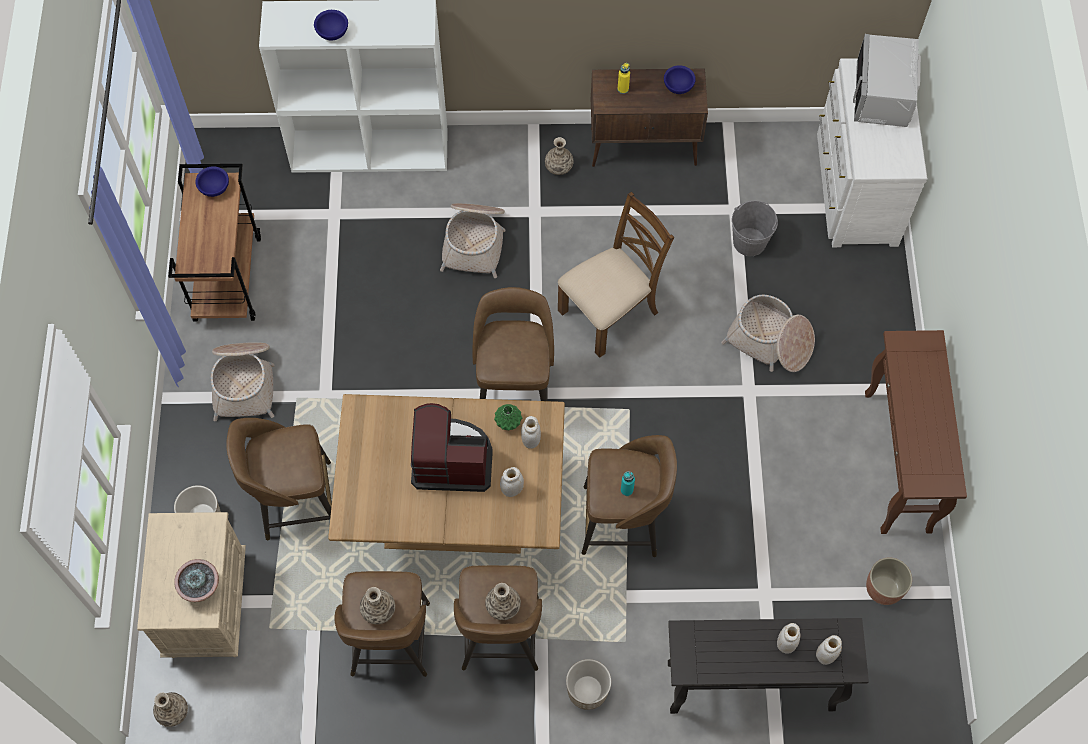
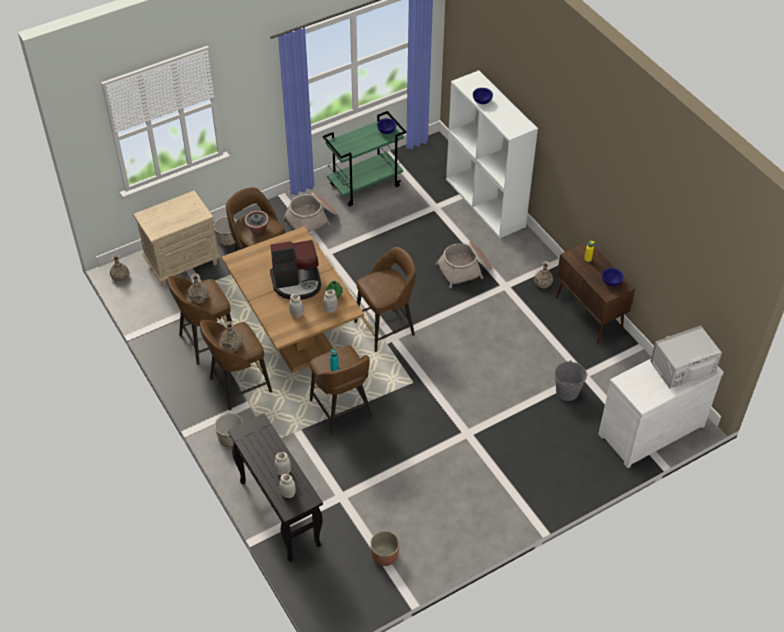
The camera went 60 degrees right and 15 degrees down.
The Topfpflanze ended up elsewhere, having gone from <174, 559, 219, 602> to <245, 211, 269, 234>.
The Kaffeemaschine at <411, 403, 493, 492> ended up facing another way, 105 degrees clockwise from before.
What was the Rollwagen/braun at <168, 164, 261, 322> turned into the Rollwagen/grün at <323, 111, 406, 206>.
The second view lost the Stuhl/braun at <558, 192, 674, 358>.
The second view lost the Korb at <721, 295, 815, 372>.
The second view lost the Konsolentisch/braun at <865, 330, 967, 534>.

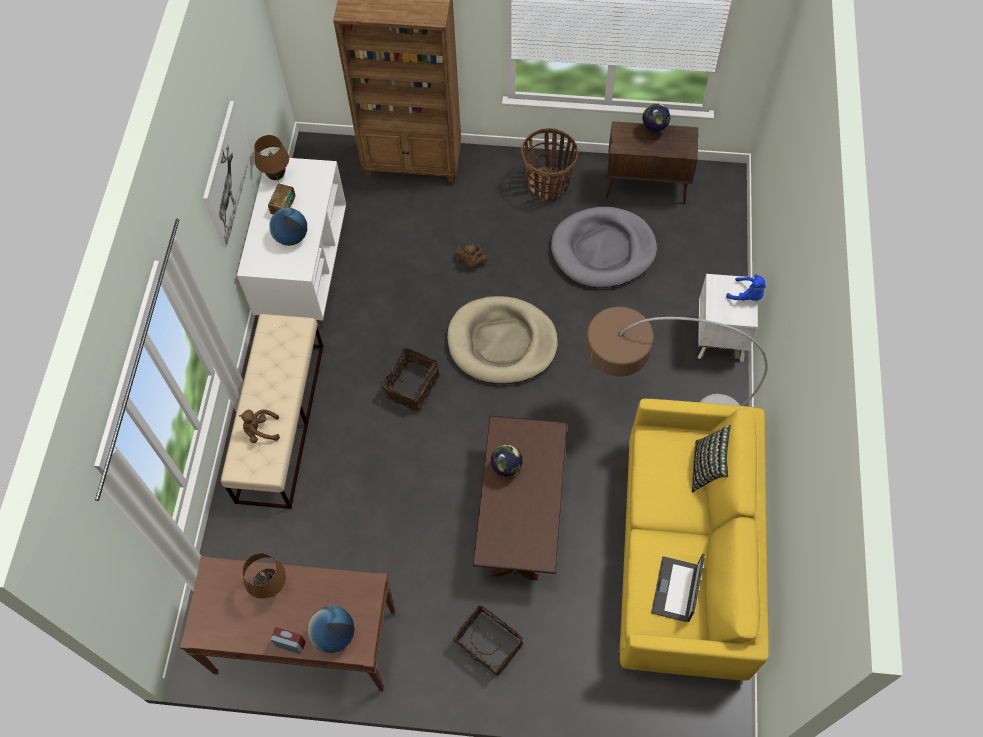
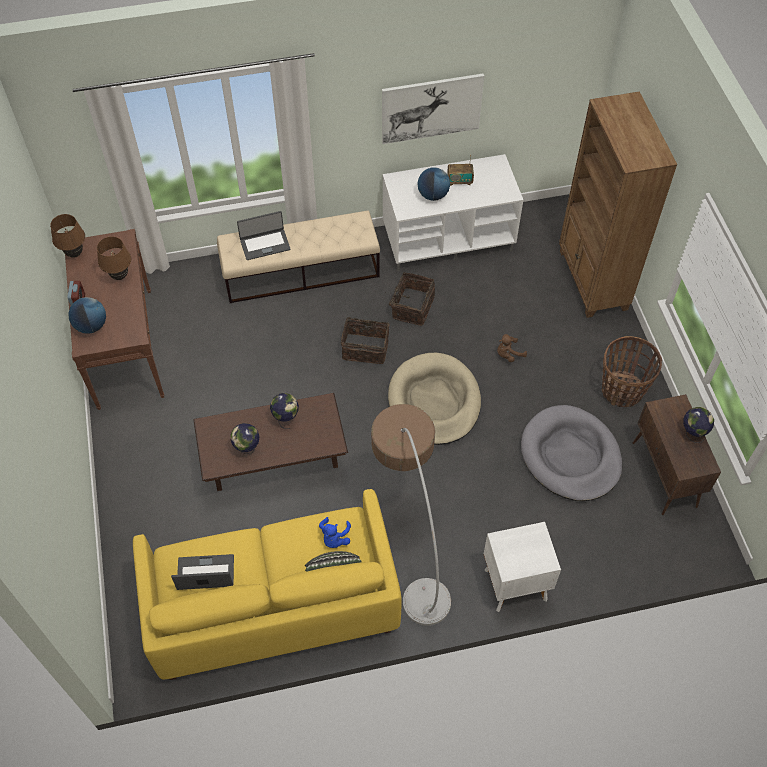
The camera went 70 degrees right and 5 degrees down.
The Tischlampe/braun ended up elsewhere, having gone from <254, 135, 289, 180> to <50, 214, 85, 258>.
The second view gained the Globus at <230, 423, 259, 454>.
Where the Plüschtier/braun stood at <239, 409, 280, 443>, the Laptop came to stand at <237, 211, 291, 260>.
The Plüschtier/blau ended up elsewhere, having gone from <726, 275, 766, 300> to <319, 517, 351, 548>.
The Korb ended up elsewhere, having gone from <453, 605, 523, 675> to <389, 272, 435, 326>.

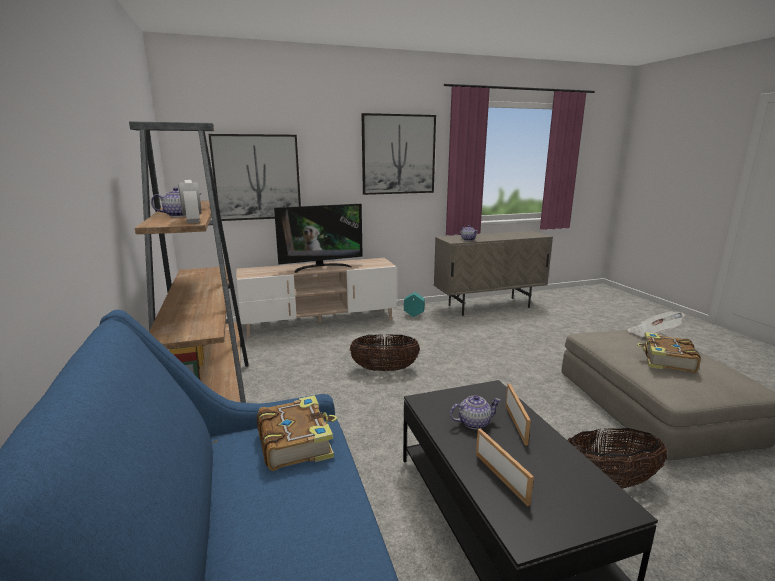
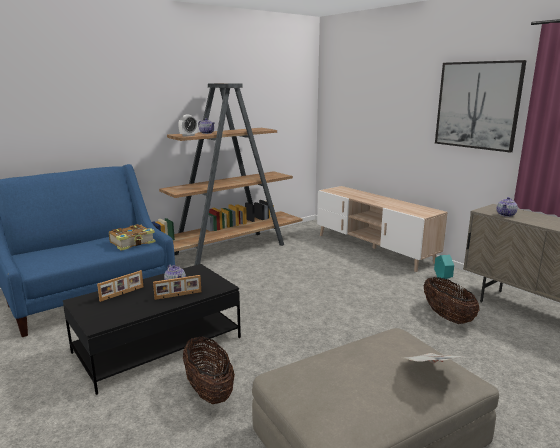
The camera went 70 degrees right and 0 degrees up.
The Korb ended up elsewhere, having gone from <349, 334, 420, 371> to <424, 277, 480, 324>.
The second view lost the Bild at <208, 134, 301, 221>.
The second view lost the Fernseher at <274, 204, 363, 273>.
The second view lost the Buch at <637, 332, 701, 373>.

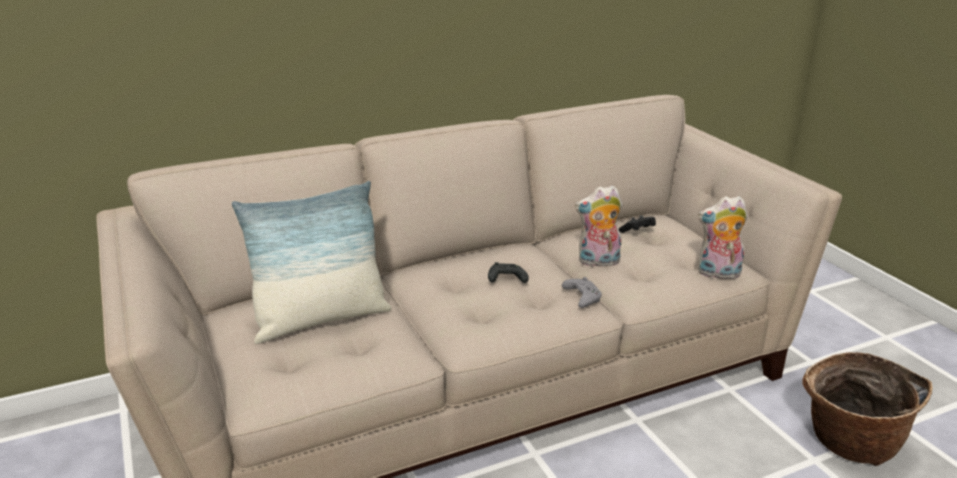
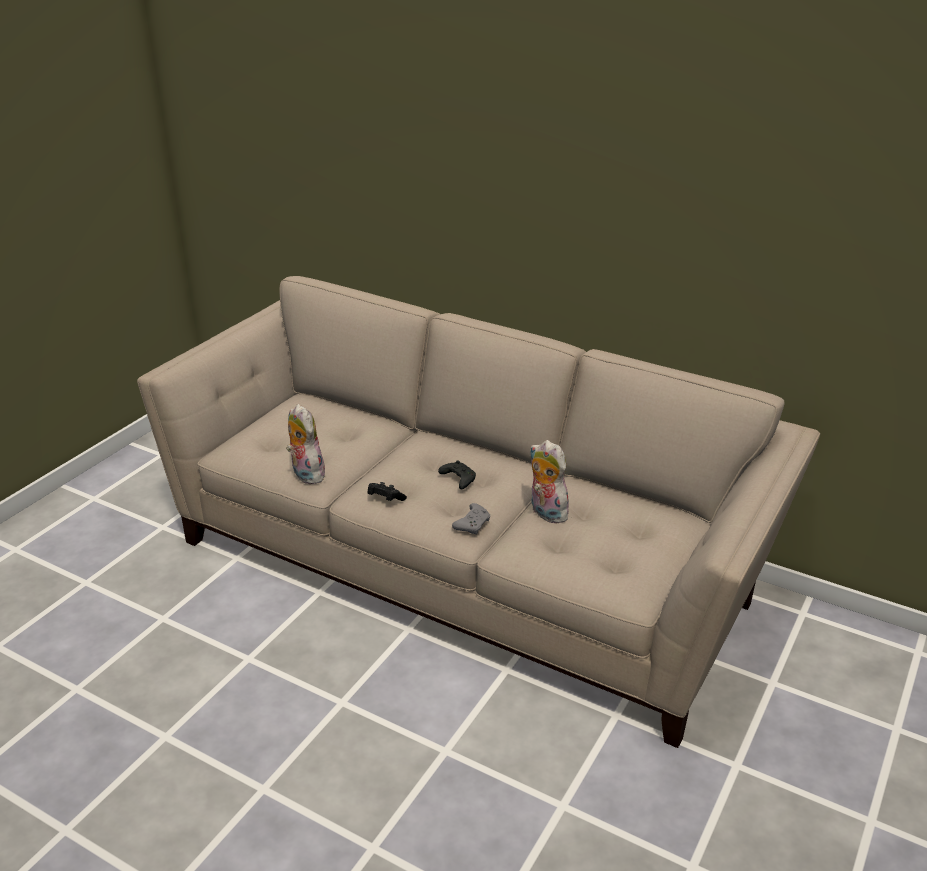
The camera went 55 degrees right and 5 degrees up.
The Plüschtier ended up elsewhere, having gone from <698, 196, 748, 279> to <286, 404, 325, 484>.
The Gamepad/schwarz ended up elsewhere, having gone from <619, 215, 656, 233> to <367, 482, 407, 501>.
The second view lost the Kissen at <231, 181, 391, 344>.
The second view lost the Korb at <802, 352, 933, 466>.

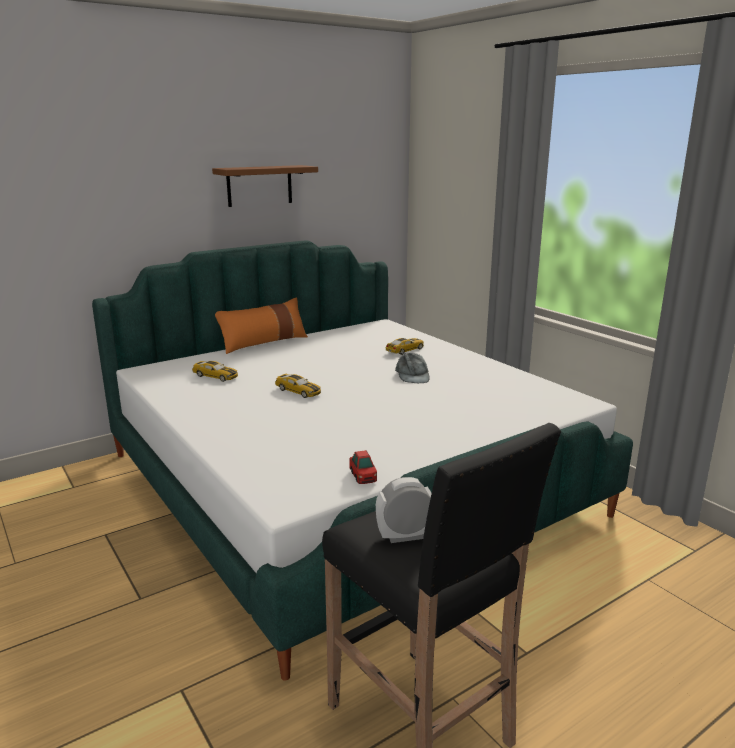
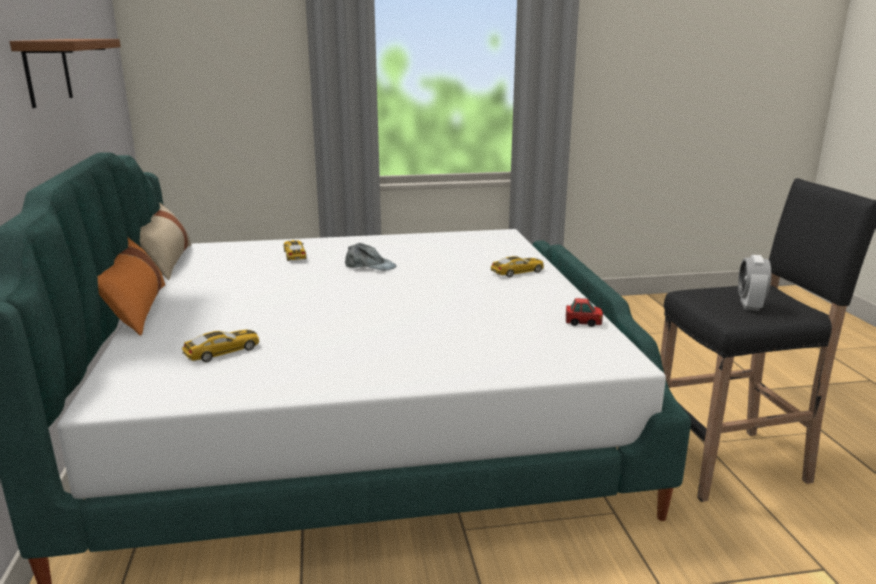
The camera went 65 degrees left and 0 degrees up.
The second view gained the Kissen/beige at <140, 203, 191, 280>.
The Spielzeugauto ended up elsewhere, having gone from <275, 374, 321, 398> to <490, 256, 544, 278>.

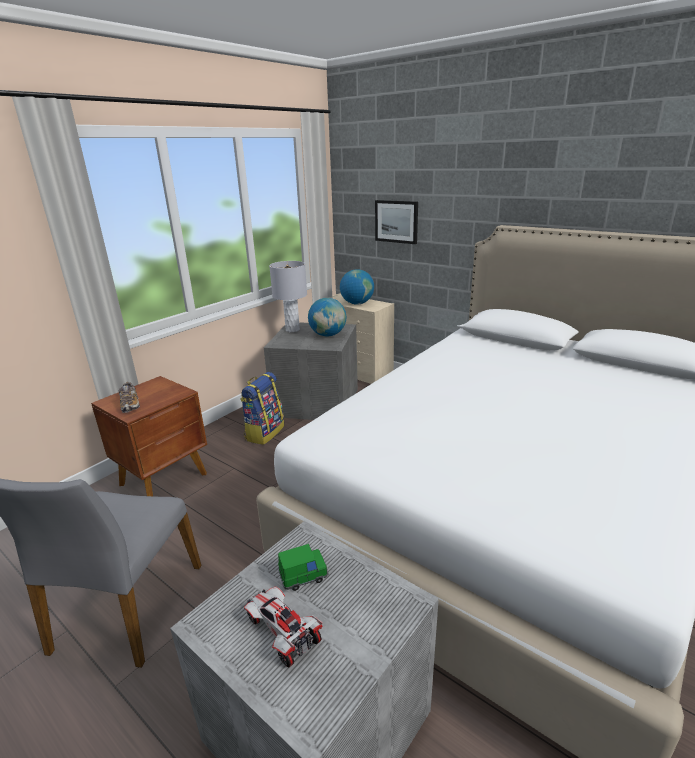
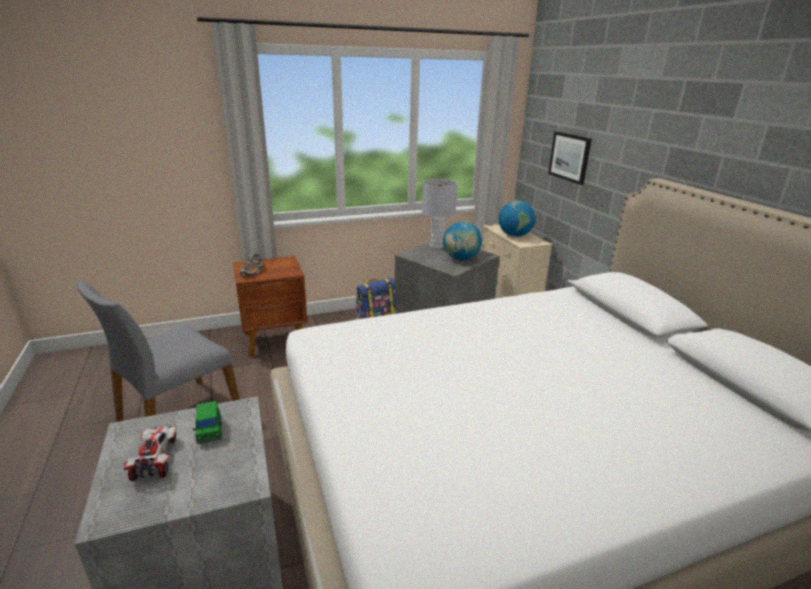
The camera went 30 degrees right and 0 degrees up.
The Spielzeugauto/grün at <278, 544, 328, 591> ended up facing another way, 60 degrees clockwise from before.

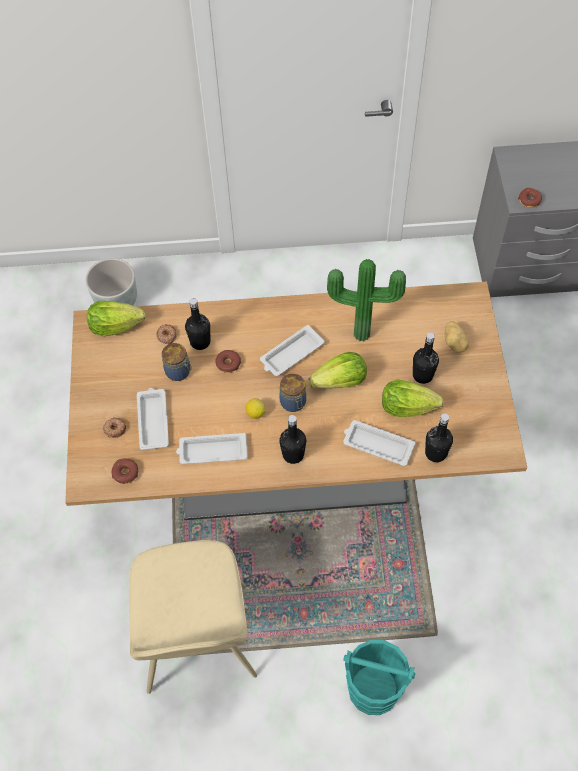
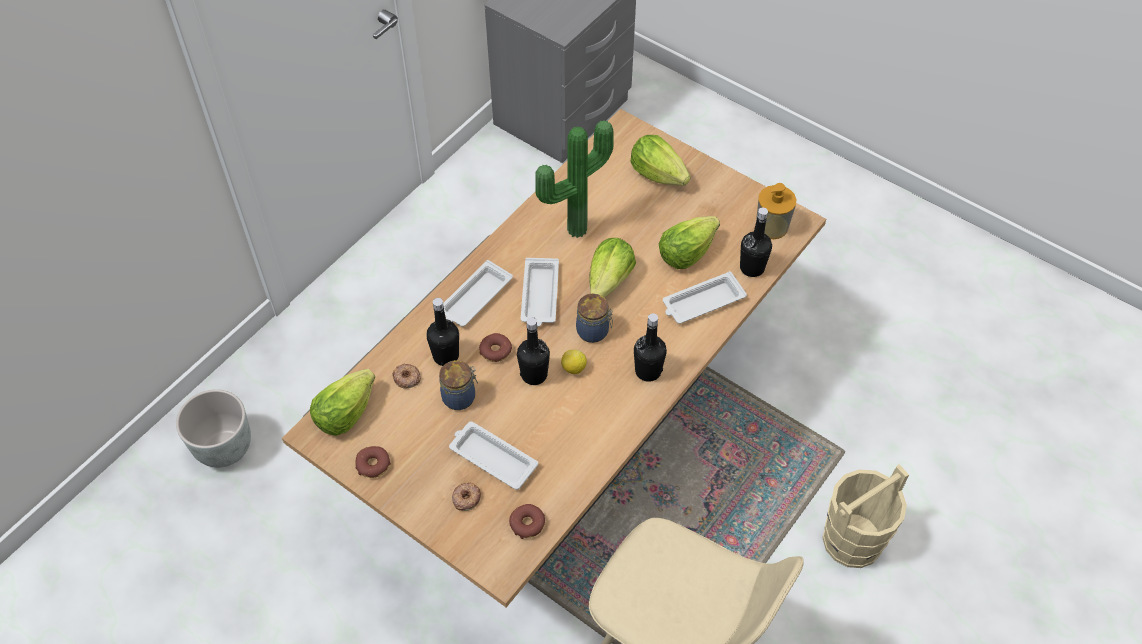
The camera went 50 degrees left and 5 degrees down.
The Donut ended up elsewhere, having gone from <518, 188, 542, 208> to <355, 446, 391, 478>.
The Tablett/weiß ended up elsewhere, having gone from <176, 433, 248, 464> to <443, 260, 513, 327>.
The Flasche/schwarz ended up elsewhere, having gone from <413, 332, 439, 384> to <517, 317, 550, 385>.
Where the Kartoffel stood at <445, 321, 469, 352>, the Salatkopf came to stand at <631, 135, 691, 185>.
The second view gained the Seifenspender at <756, 183, 796, 239>.
What was the Eimer/türkis at <343, 640, 415, 715> turned into the Eimer/beige at <823, 464, 909, 568>.

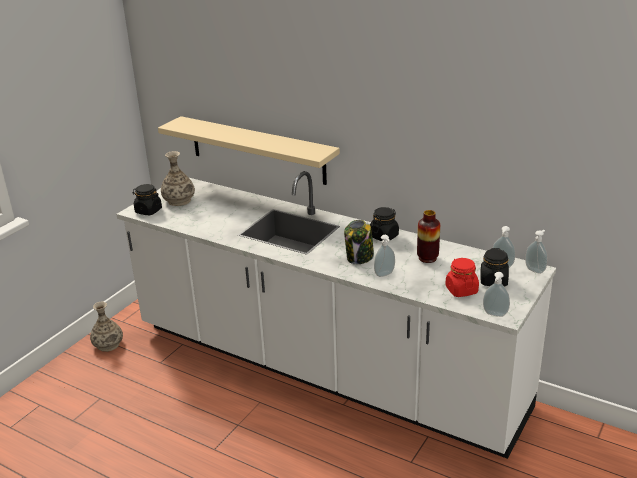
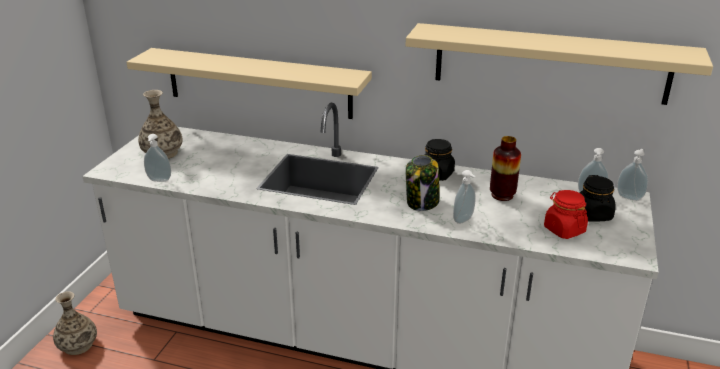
The camera went 15 degrees left and 0 degrees up.
The Seifenspender ended up elsewhere, having gone from <483, 272, 510, 317> to <144, 134, 171, 182>.
The second view gained the Wandregal/beige at <406, 23, 713, 105>.
The second view lost the Vorratsglas/schwarz at <132, 184, 162, 215>.

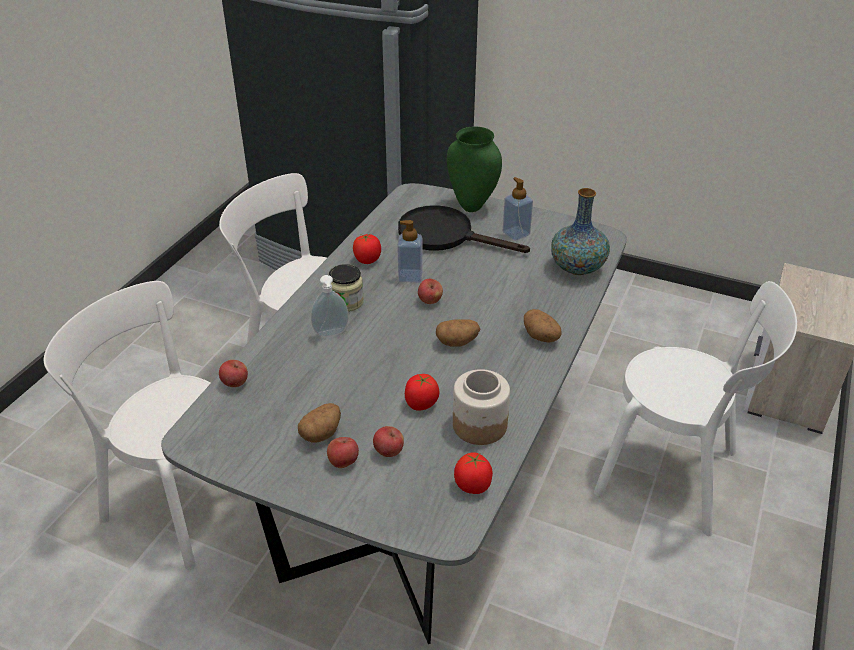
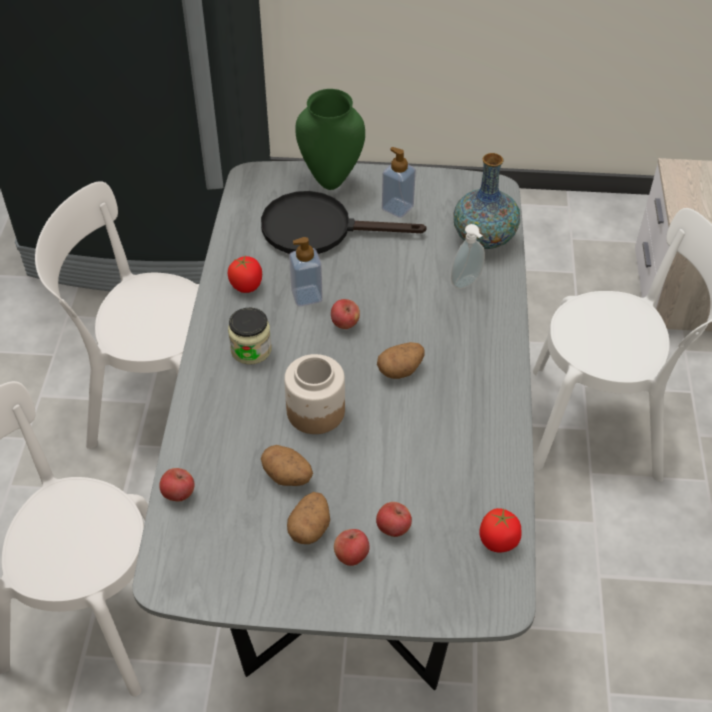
The camera went 20 degrees left and 10 degrees up.
The Kartoffel ended up elsewhere, having gone from <524, 309, 562, 343> to <261, 445, 313, 486>.
The Vorratsglas ended up elsewhere, having gone from <453, 369, 510, 445> to <284, 354, 345, 434>.
The Seifenspender ended up elsewhere, having gone from <311, 275, 349, 337> to <451, 224, 485, 289>.
The second view lost the Tomate at <405, 374, 440, 411>.

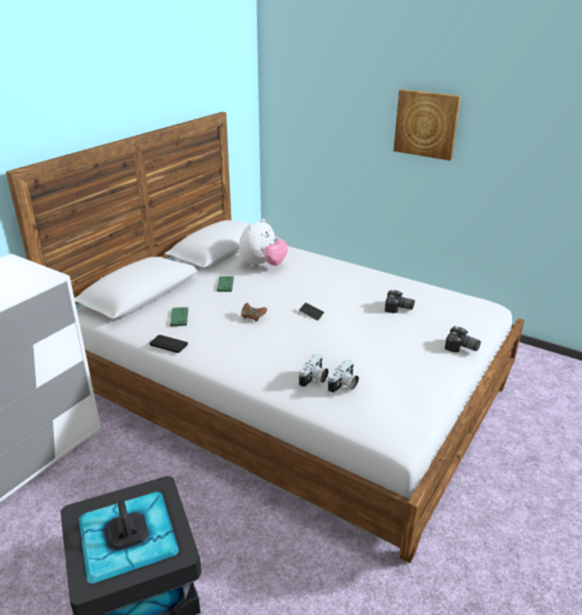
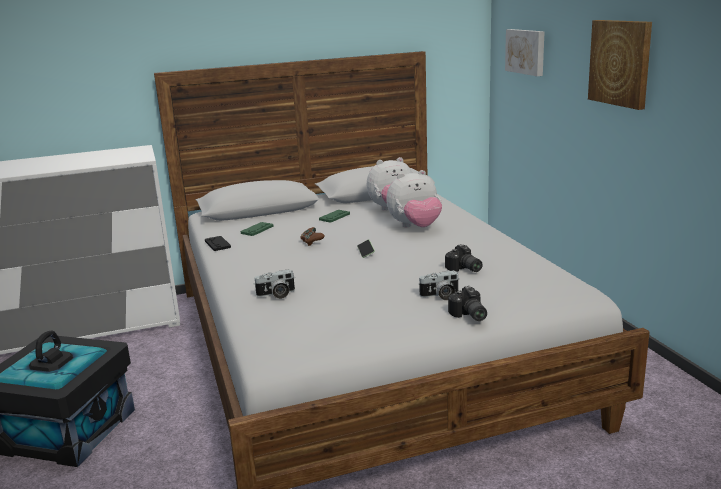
The camera went 40 degrees right and 10 degrees down.
The second view gained the Plüschtier at <386, 170, 442, 227>.
The Kamera ended up elsewhere, having gone from <328, 360, 359, 393> to <418, 270, 459, 300>.
The second view gained the Bild at <505, 29, 545, 76>.

